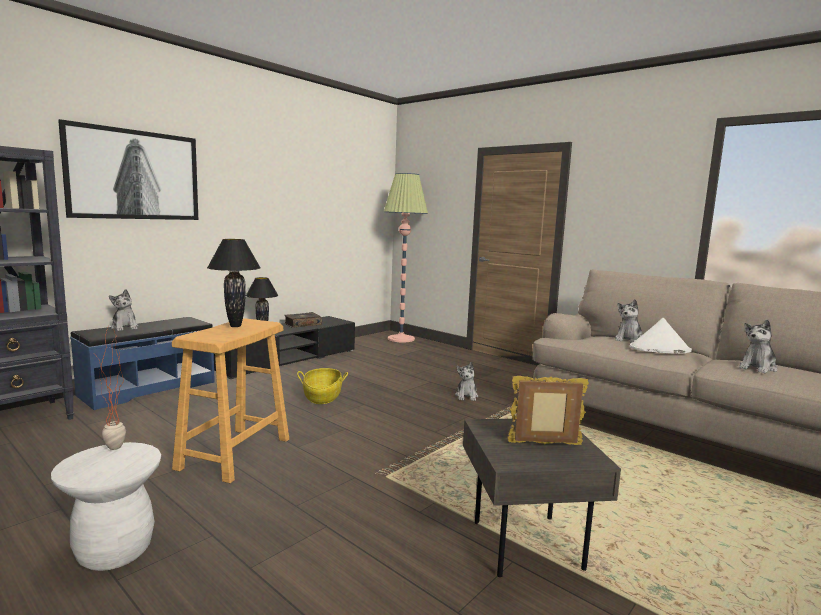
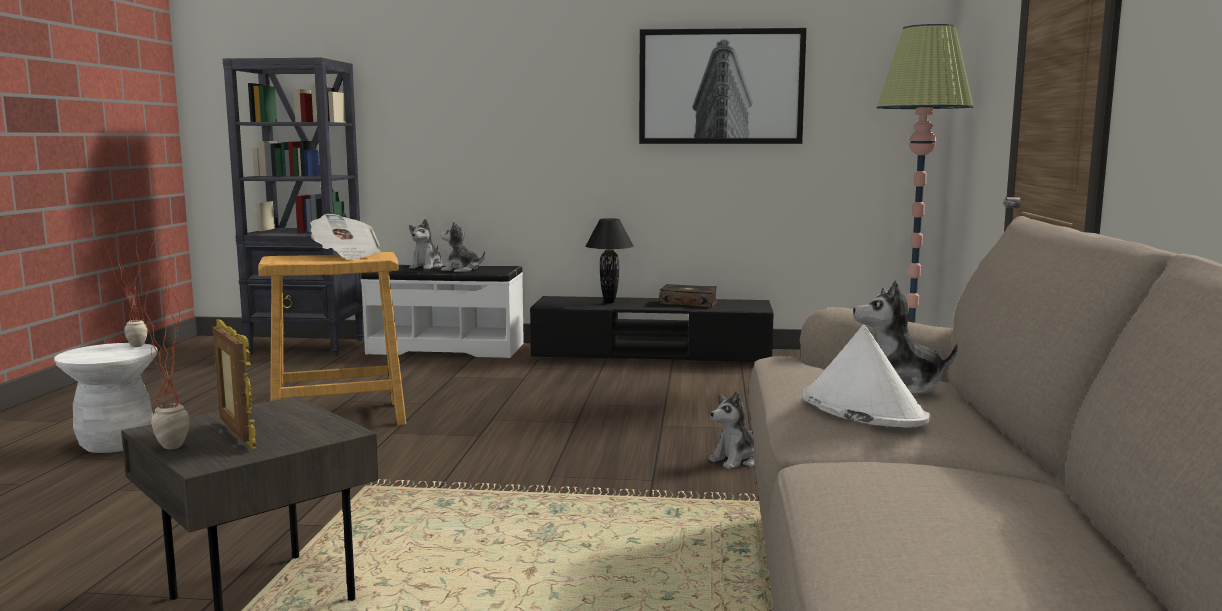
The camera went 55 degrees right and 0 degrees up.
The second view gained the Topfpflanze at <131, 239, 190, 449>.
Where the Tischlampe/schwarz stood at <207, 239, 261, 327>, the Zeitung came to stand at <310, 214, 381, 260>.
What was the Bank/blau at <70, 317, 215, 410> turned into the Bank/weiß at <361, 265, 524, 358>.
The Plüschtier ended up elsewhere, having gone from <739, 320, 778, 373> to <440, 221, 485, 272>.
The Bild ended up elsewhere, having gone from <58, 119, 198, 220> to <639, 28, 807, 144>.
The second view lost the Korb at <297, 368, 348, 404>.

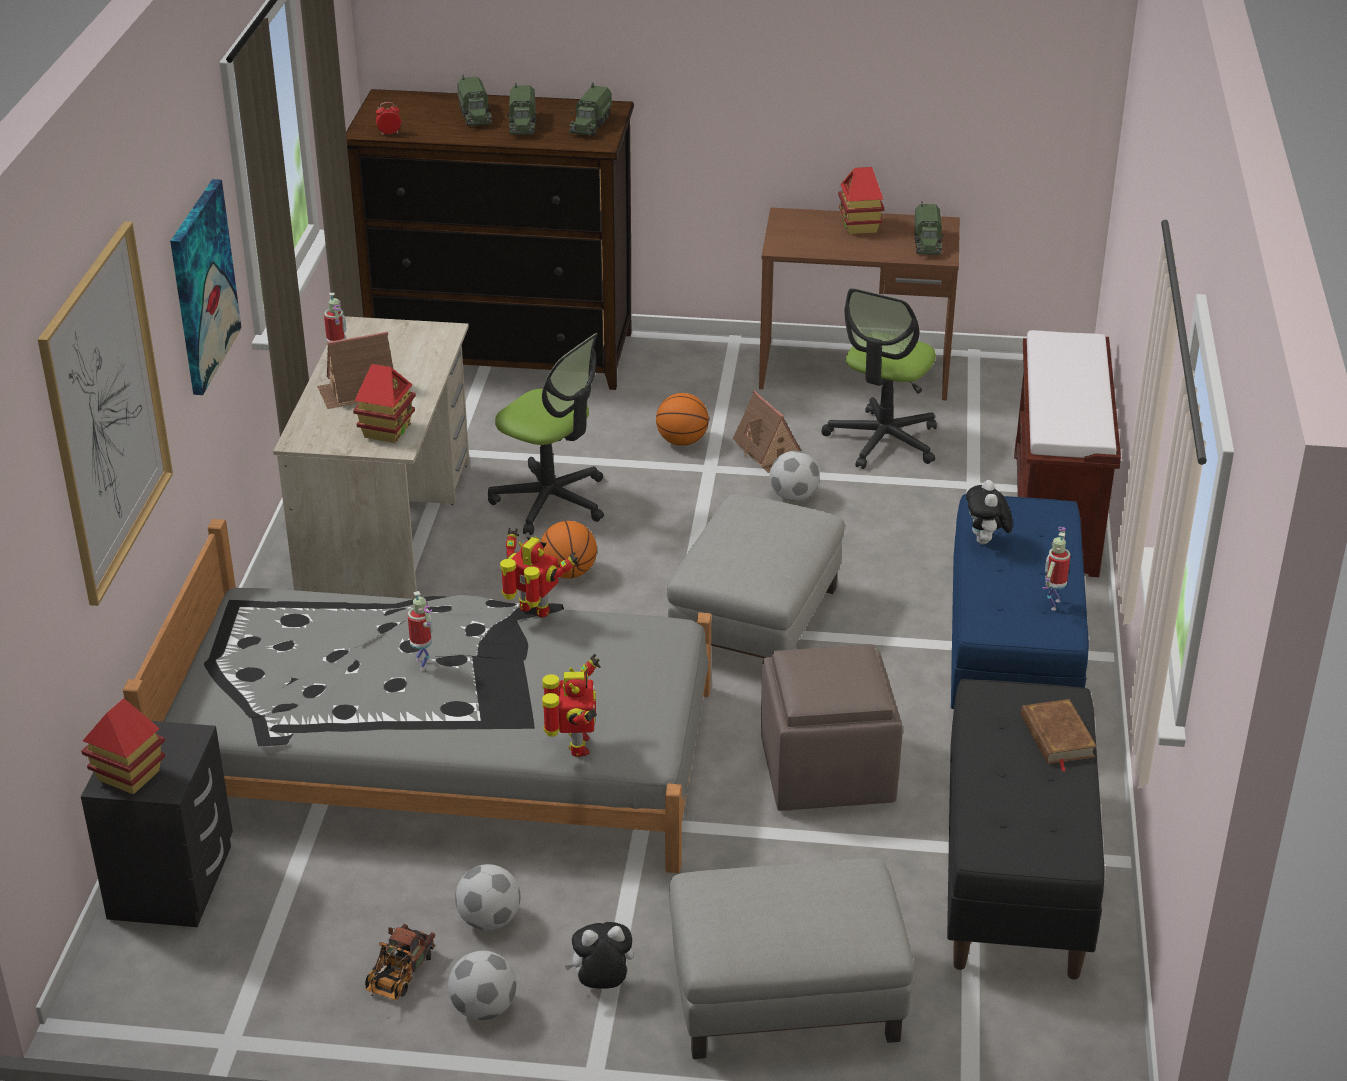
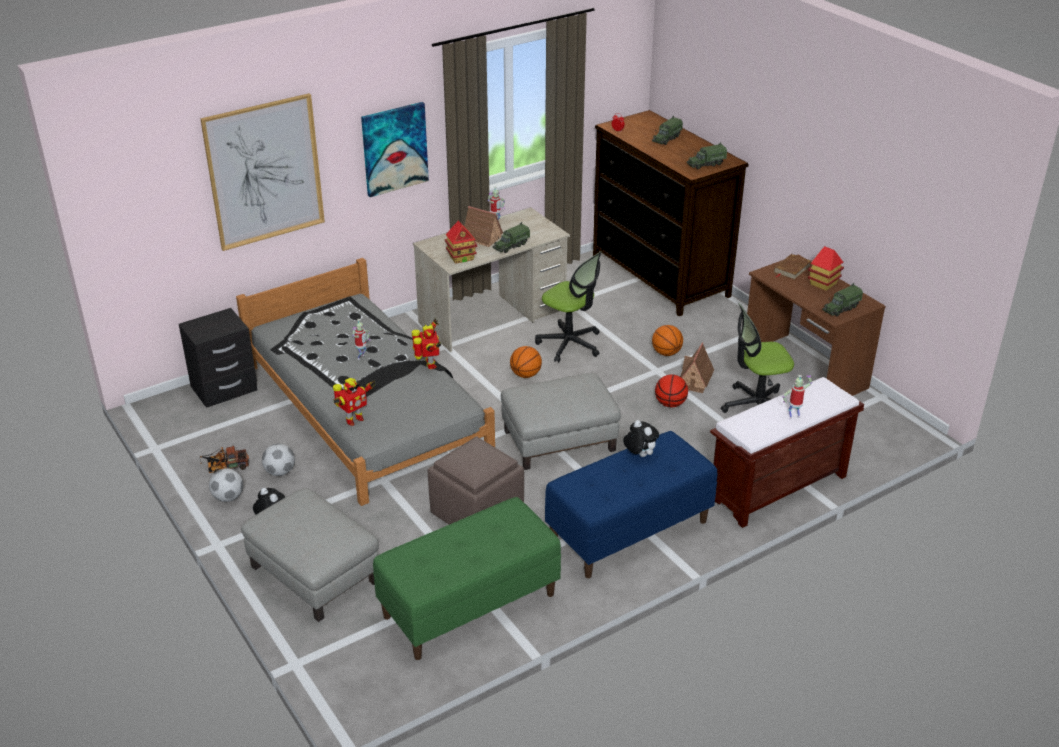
The camera went 50 degrees right and 0 degrees up.
What was the Bank/schwarz at <947, 679, 1105, 980> turned into the Bank/grün at <373, 497, 561, 660>.
The Spielzeuglaster ended up elsewhere, having gone from <508, 82, 537, 135> to <493, 222, 530, 253>.
The Bürostuhl at <488, 333, 604, 535> ended up facing another way, 45 degrees counterclockwise from before.
The Plüschtier at <966, 480, 1012, 544> ended up facing another way, 90 degrees clockwise from before.
Where the Fußball stood at <770, 451, 820, 501>, the Basketball came to stand at <655, 374, 688, 407>.
The Buch/braun ended up elsewhere, having gone from <1021, 699, 1097, 772> to <774, 254, 811, 280>.
The Spielzeugroboter ended up elsewhere, having gone from <1042, 527, 1070, 611> to <783, 375, 812, 420>.
The second view lost the Spielzeughaus at <81, 698, 165, 794>.

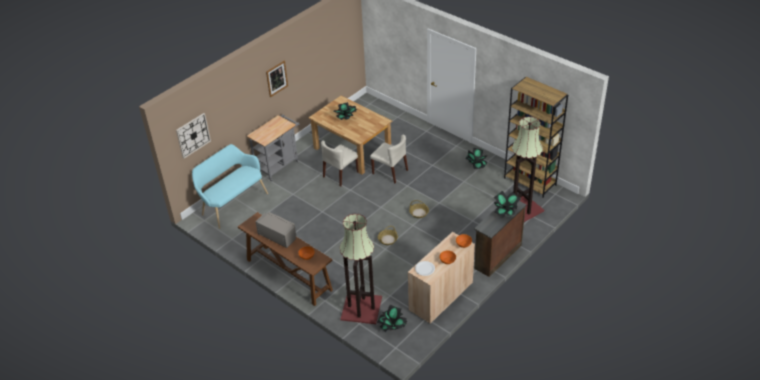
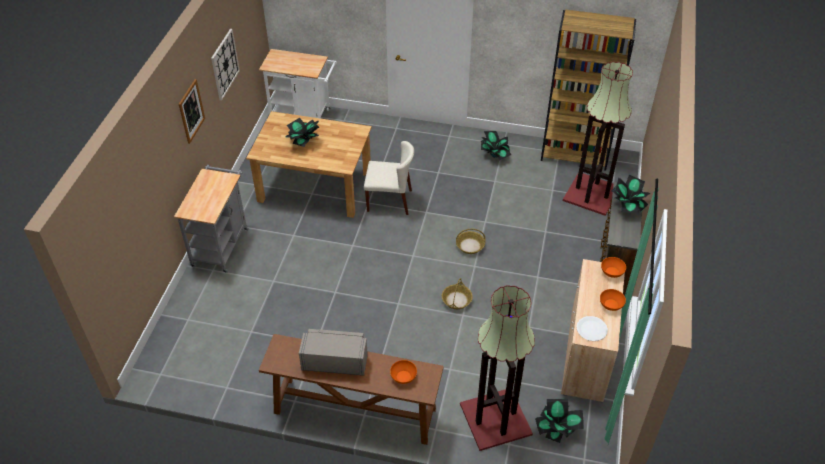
The camera went 30 degrees left and 5 degrees up.
The Wanduhr ended up elsewhere, having gone from <176, 113, 211, 158> to <211, 29, 240, 101>.
The second view gained the Rollwagen/weiß at <259, 49, 337, 119>.
The second view lost the Bank/türkis at <192, 144, 268, 229>.
The second view lost the Stuhl/beige at <321, 140, 359, 187>.

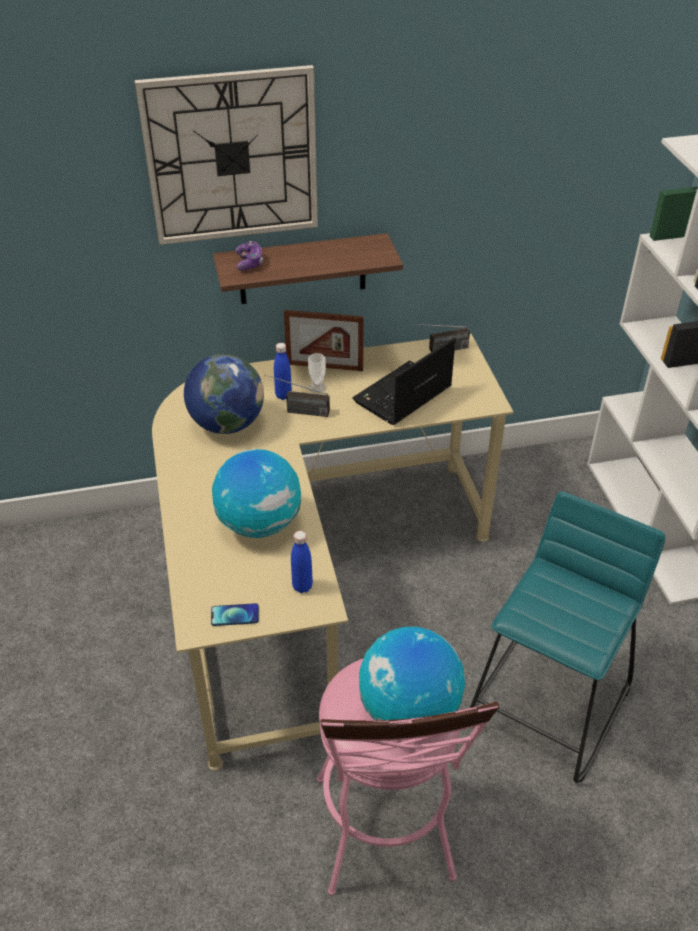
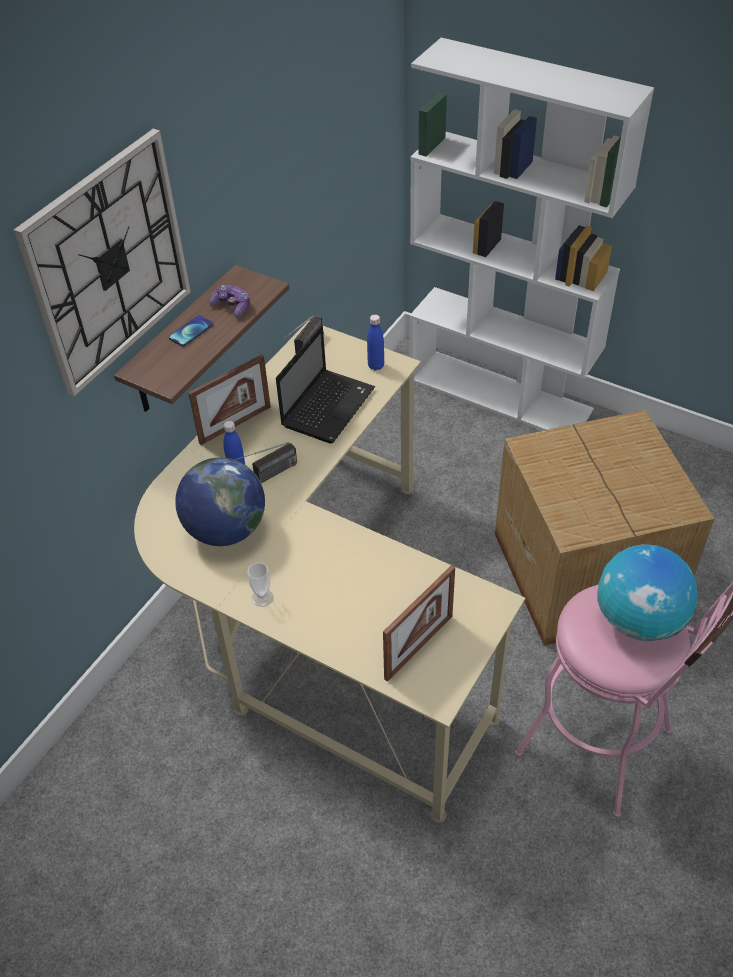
The camera went 45 degrees left and 5 degrees up.
The Handy ended up elsewhere, having gone from <211, 603, 259, 626> to <169, 315, 213, 347>.
The Gamepad ended up elsewhere, having gone from <235, 241, 263, 271> to <209, 285, 250, 317>.
The Tasse ended up elsewhere, having gone from <308, 353, 326, 394> to <247, 562, 274, 607>.
The Laptop at <352, 338, 456, 425> ended up facing another way, 150 degrees counterclockwise from before.
The Flasche/blau ended up elsewhere, having gone from <291, 531, 313, 593> to <367, 314, 384, 371>.
The second view gained the Bilderrahmen at <383, 565, 455, 682>.
Where the Hocker/türkis stood at <470, 491, 666, 783>, the Karton came to stand at <495, 410, 714, 646>.
The second view lost the Globus at <212, 449, 301, 538>.

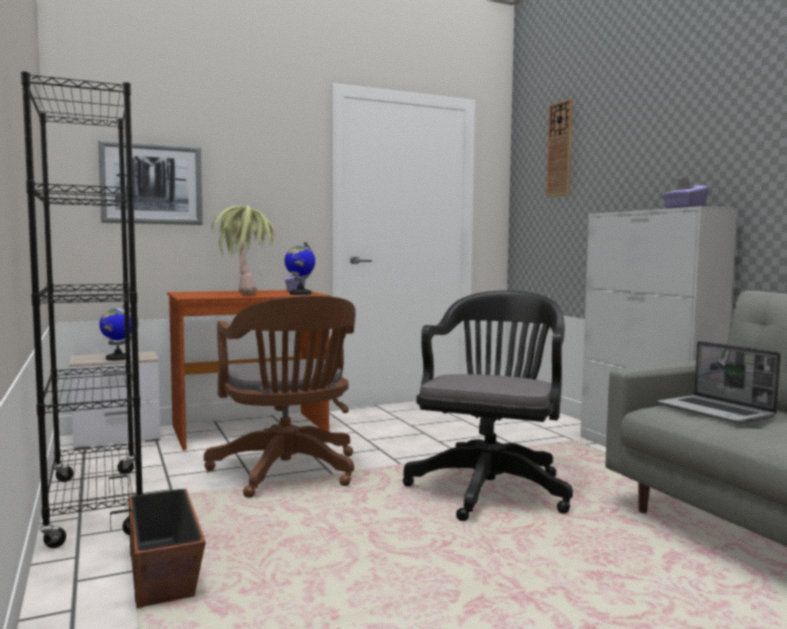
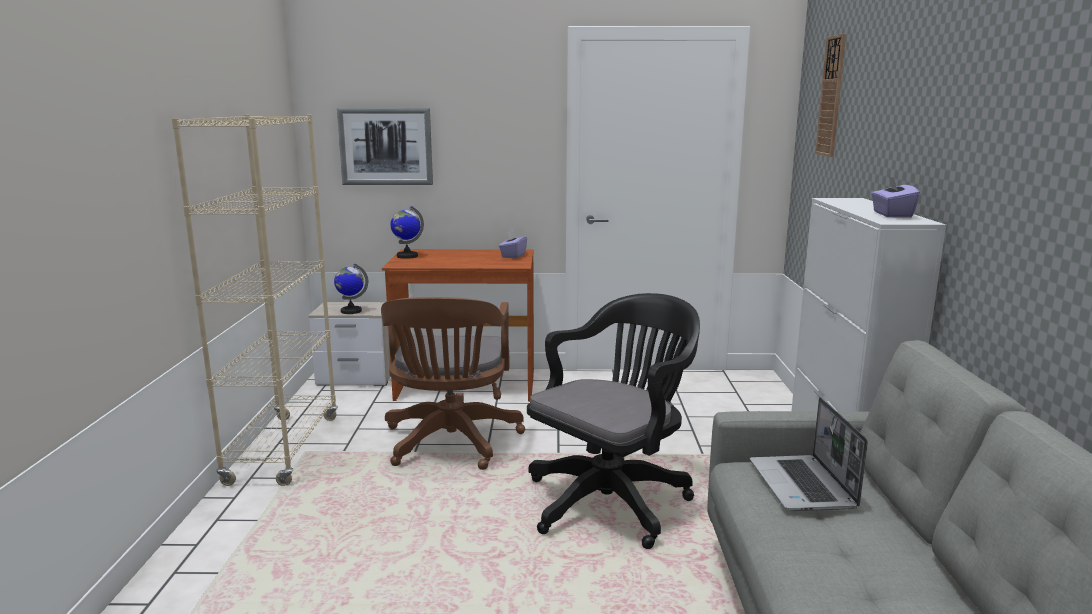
The camera went 25 degrees right and 10 degrees up.
What was the Bücherregal/schwarz at <21, 72, 143, 548> turned into the Bücherregal/beige at <172, 114, 338, 486>.
The Globus ended up elsewhere, having gone from <285, 242, 315, 295> to <390, 206, 424, 259>.
The second view lost the Pflanzkübel at <109, 475, 206, 609>.
The second view lost the Topfpflanze at <211, 206, 275, 295>.

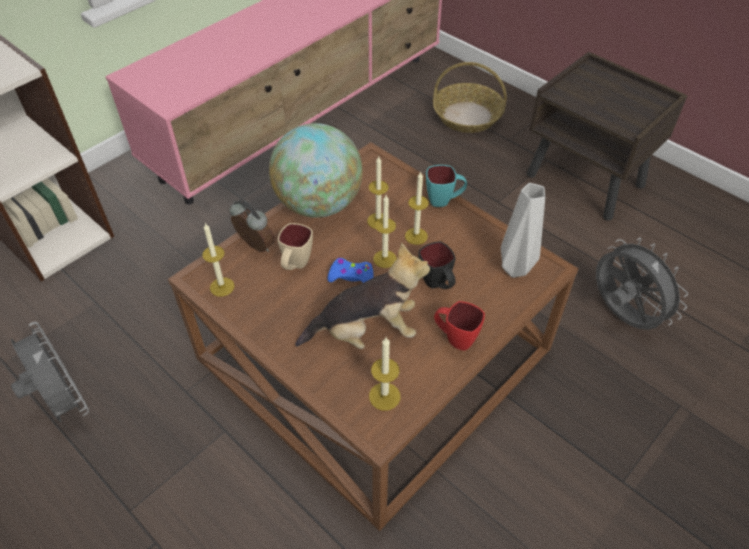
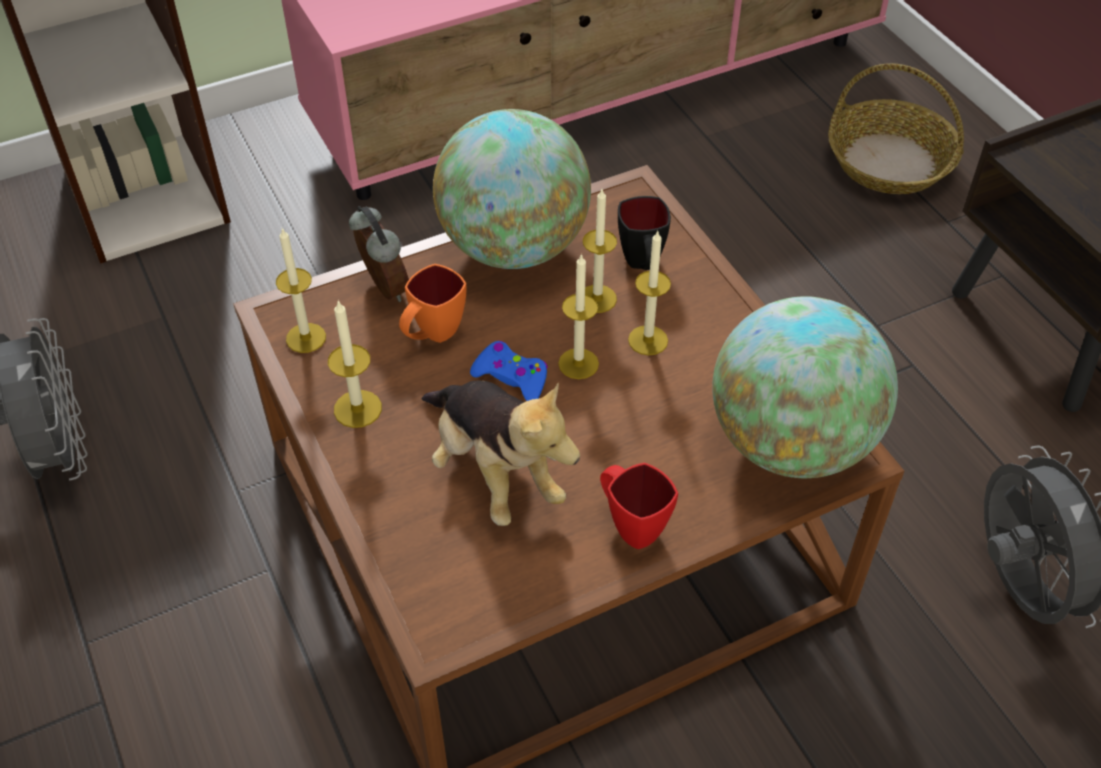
The camera went 20 degrees right and 0 degrees up.
The Kerze ended up elsewhere, having gone from <369, 338, 401, 411> to <328, 300, 382, 428>.
What was the Henkelbecher/beige at <278, 223, 313, 270> turned into the Henkelbecher/orange at <399, 264, 466, 343>.
The Plüschtier at <296, 242, 430, 349> ended up facing another way, 45 degrees clockwise from before.
The Henkelbecher/schwarz ended up elsewhere, having gone from <418, 241, 455, 289> to <618, 196, 671, 270>.
Where the Vase/grau stood at <501, 183, 545, 278>, the Globus came to stand at <712, 296, 898, 478>.
The second view lost the Henkelbecher/türkis at <426, 165, 467, 207>.

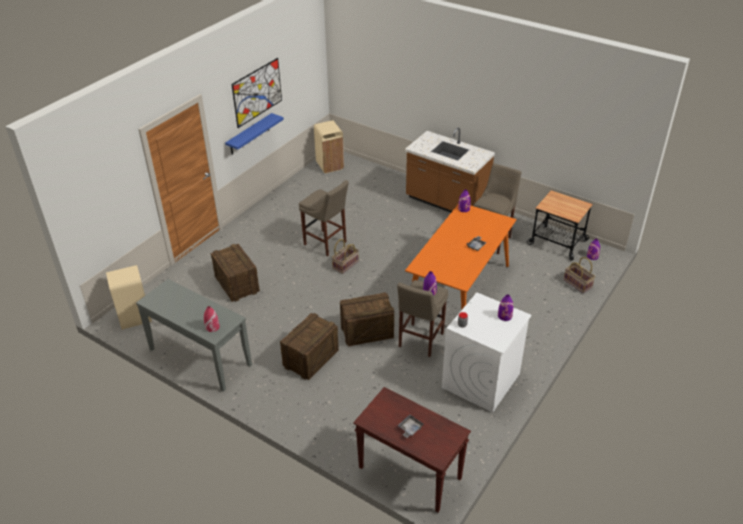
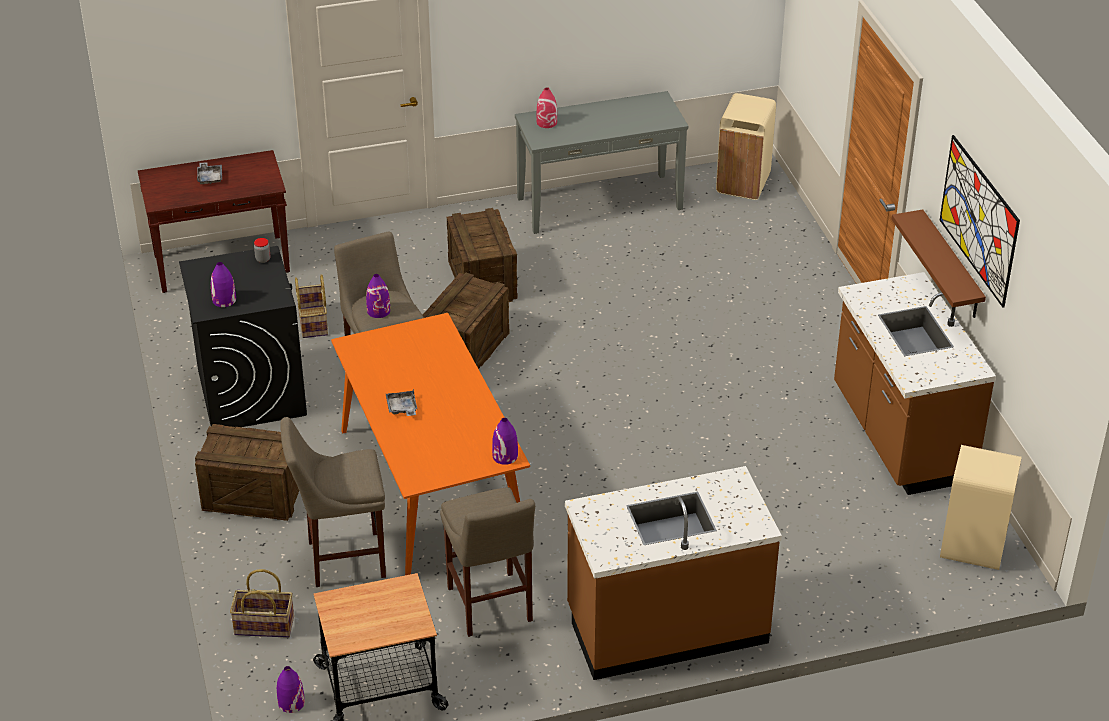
The camera went 130 degrees right and 0 degrees up.
What was the Waschmaschine/weiß at <442, 293, 532, 413> turned into the Waschmaschine/schwarz at <179, 246, 307, 427>.
The Kiste ended up elsewhere, having gone from <210, 244, 260, 302> to <195, 424, 299, 521>.
The Hocker/beige ended up elsewhere, having gone from <299, 180, 349, 257> to <280, 417, 386, 587>.
The Korb ended up elsewhere, having gone from <332, 239, 359, 274> to <295, 274, 328, 338>.
The second view gained the Küchenzeile/braun at <834, 272, 996, 495>.
What was the Wandregal/blau at <225, 113, 284, 155> turned into the Wandregal/braun at <891, 209, 986, 318>.

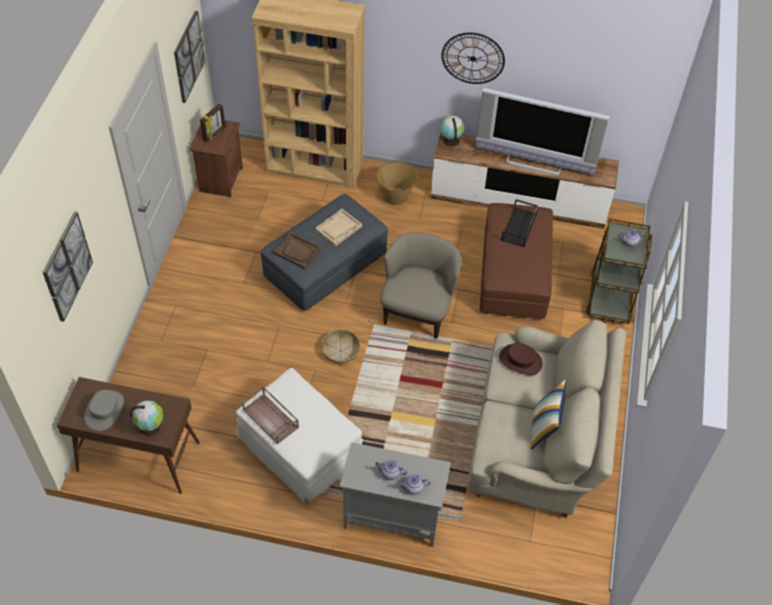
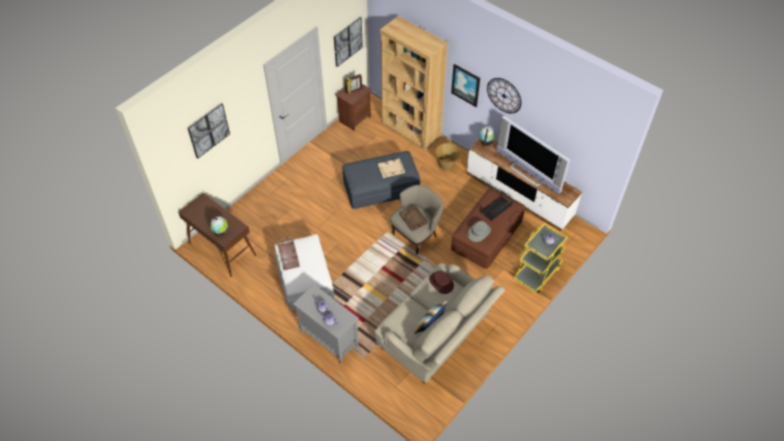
The camera went 30 degrees right and 0 degrees up.
The Tablett/braun ended up elsewhere, having gone from <273, 232, 322, 269> to <399, 206, 428, 231>.
The second view gained the Bild at <451, 64, 480, 107>.
The Hut/grau ended up elsewhere, having gone from <84, 390, 124, 431> to <467, 221, 491, 242>.
What was the Rollwagen/braun at <586, 219, 652, 324> turned into the Rollwagen/gelb at <513, 223, 567, 293>.
The second view lost the Korb at <321, 329, 360, 366>.

